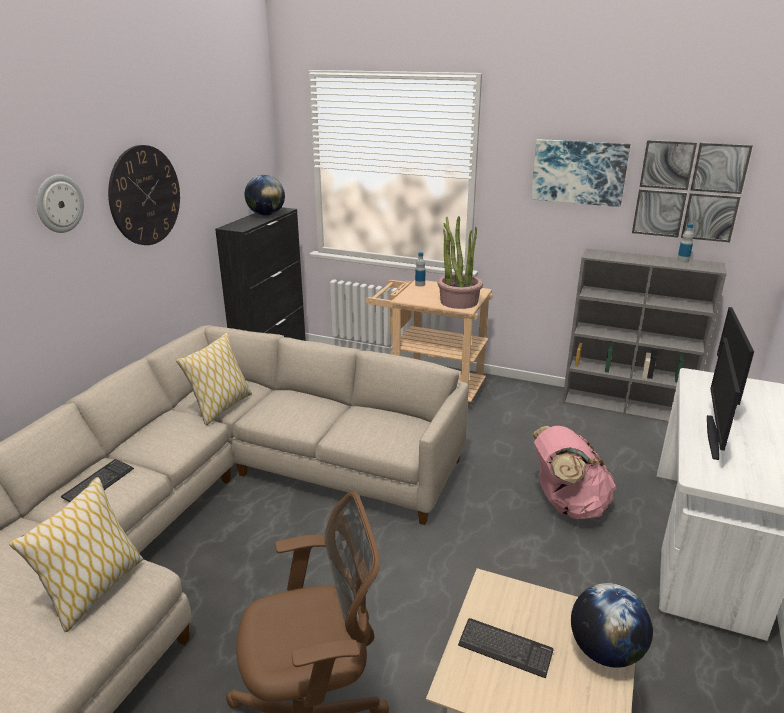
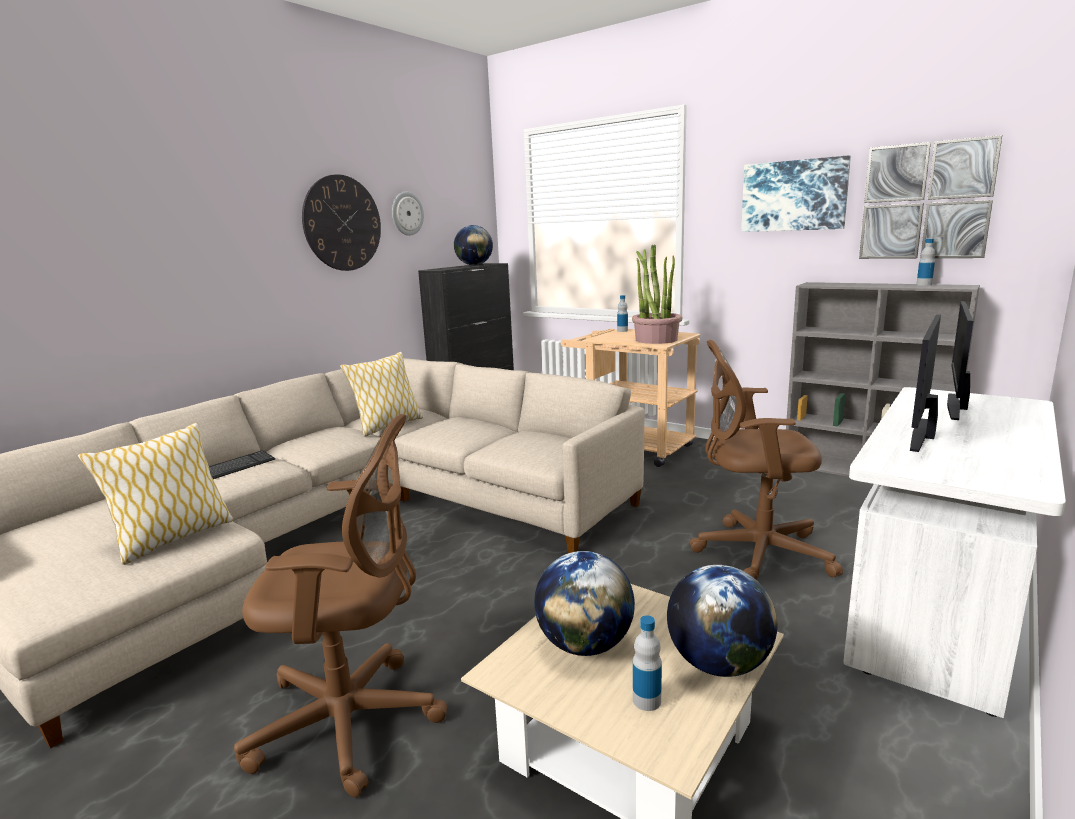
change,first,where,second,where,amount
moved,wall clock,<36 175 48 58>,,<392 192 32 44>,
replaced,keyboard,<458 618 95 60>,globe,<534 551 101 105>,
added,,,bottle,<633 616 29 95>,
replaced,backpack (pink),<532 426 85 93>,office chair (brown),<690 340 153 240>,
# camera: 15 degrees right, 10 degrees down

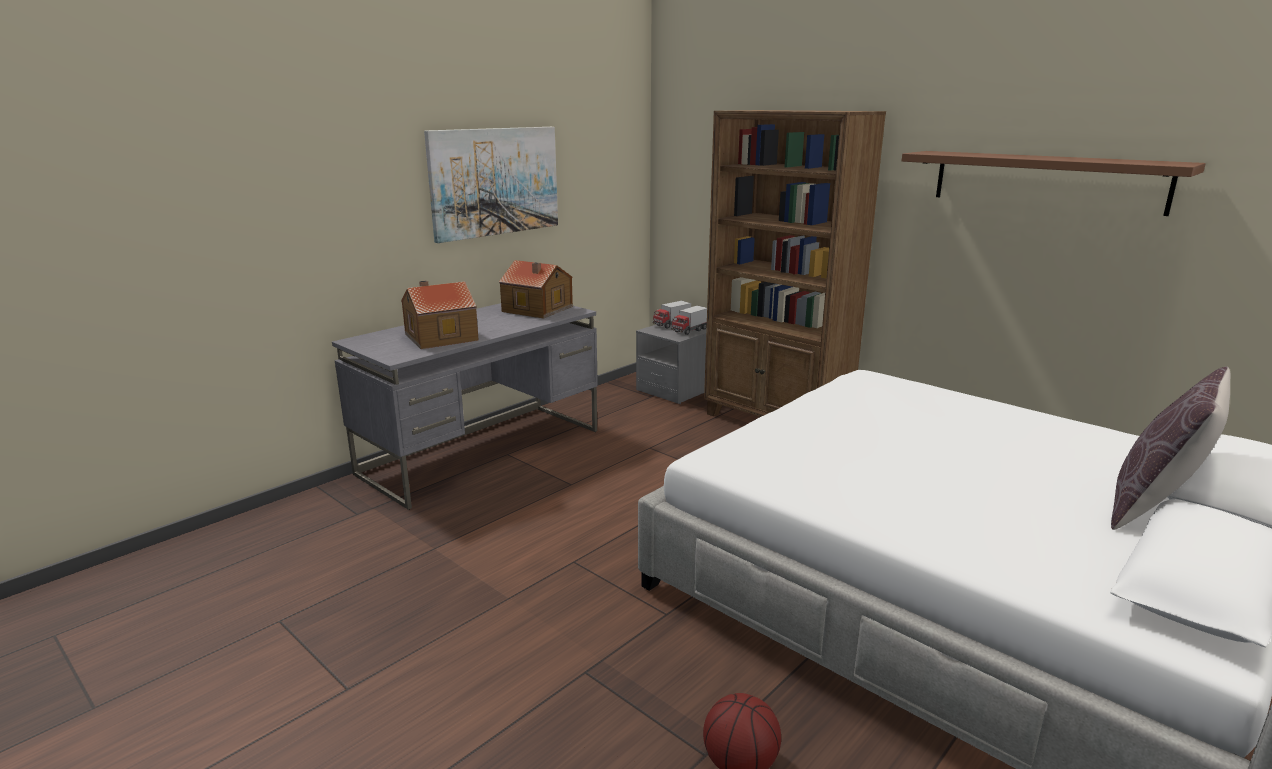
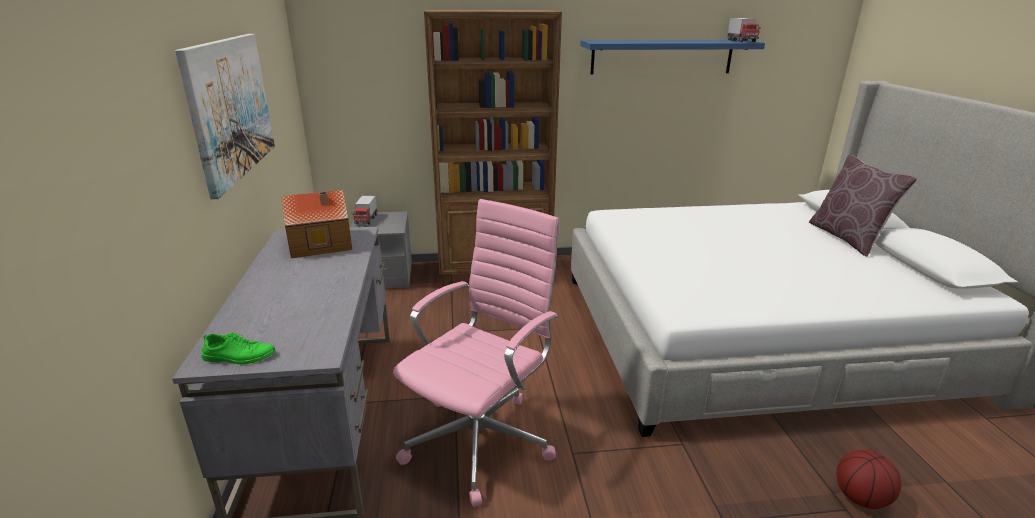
change,first,where,second,where,amount
added,,,shoe (green),<201 332 74 33>,
added,,,office chair (pink),<393 199 167 308>,
recoloured,shelf (brown),<902 151 304 65>,shelf (blue),<580 40 185 35>,
moved,toy truck,<671 306 36 29>,,<727 18 33 24>,
removed,toy house,<401 280 78 69>,,,
# camera: 50 degrees left, 5 degrees up

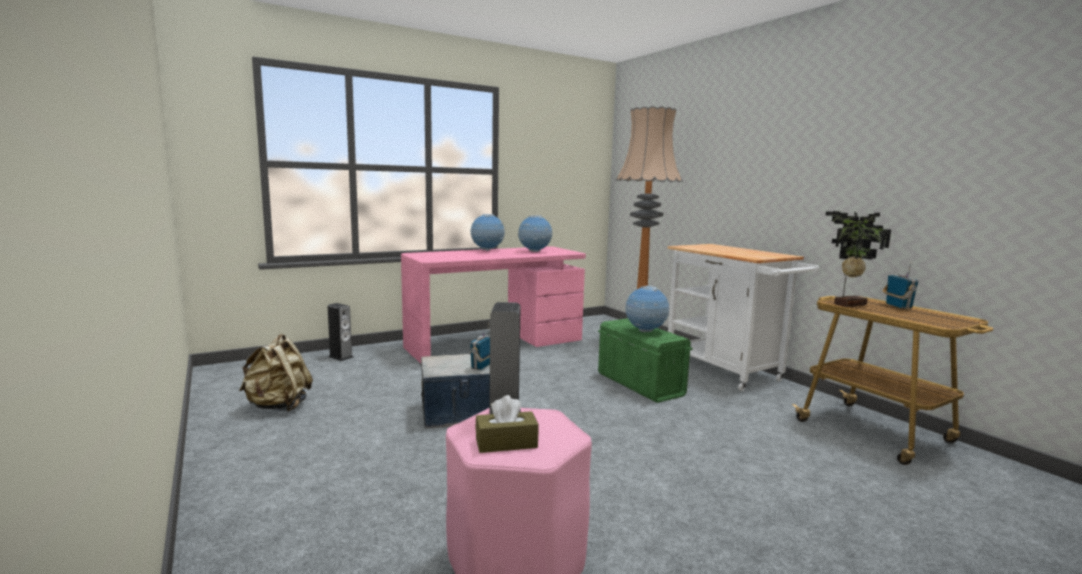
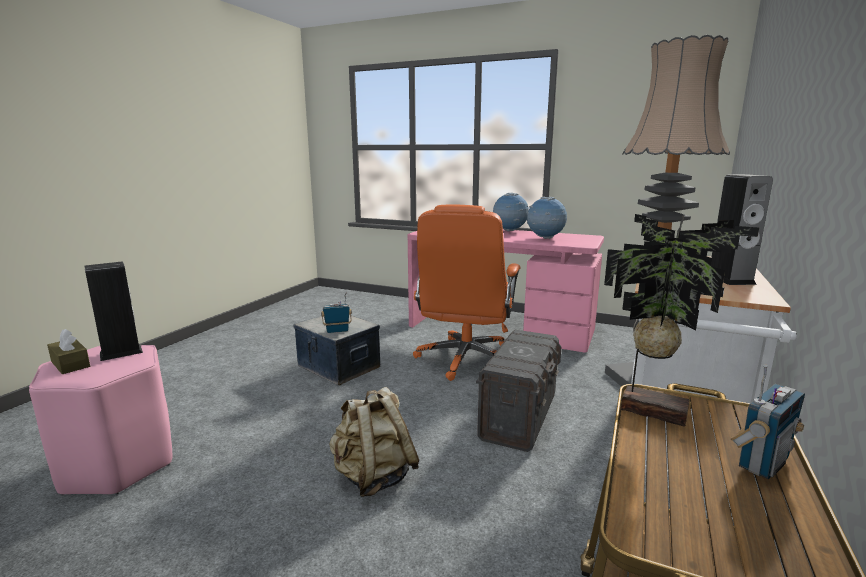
change,first,where,second,where,amount
moved,backpack (beige),<239 334 74 78>,,<329 387 90 110>,
added,,,office chair (orange),<413 205 107 176>,
recoloured,storage box (green),<598 318 95 85>,storage box (grey),<476 330 85 122>,
moved,speaker,<328 303 26 58>,,<711 174 62 111>,
removed,globe,<625 286 44 46>,,,
# camera: 55 degrees right, 5 degrees up

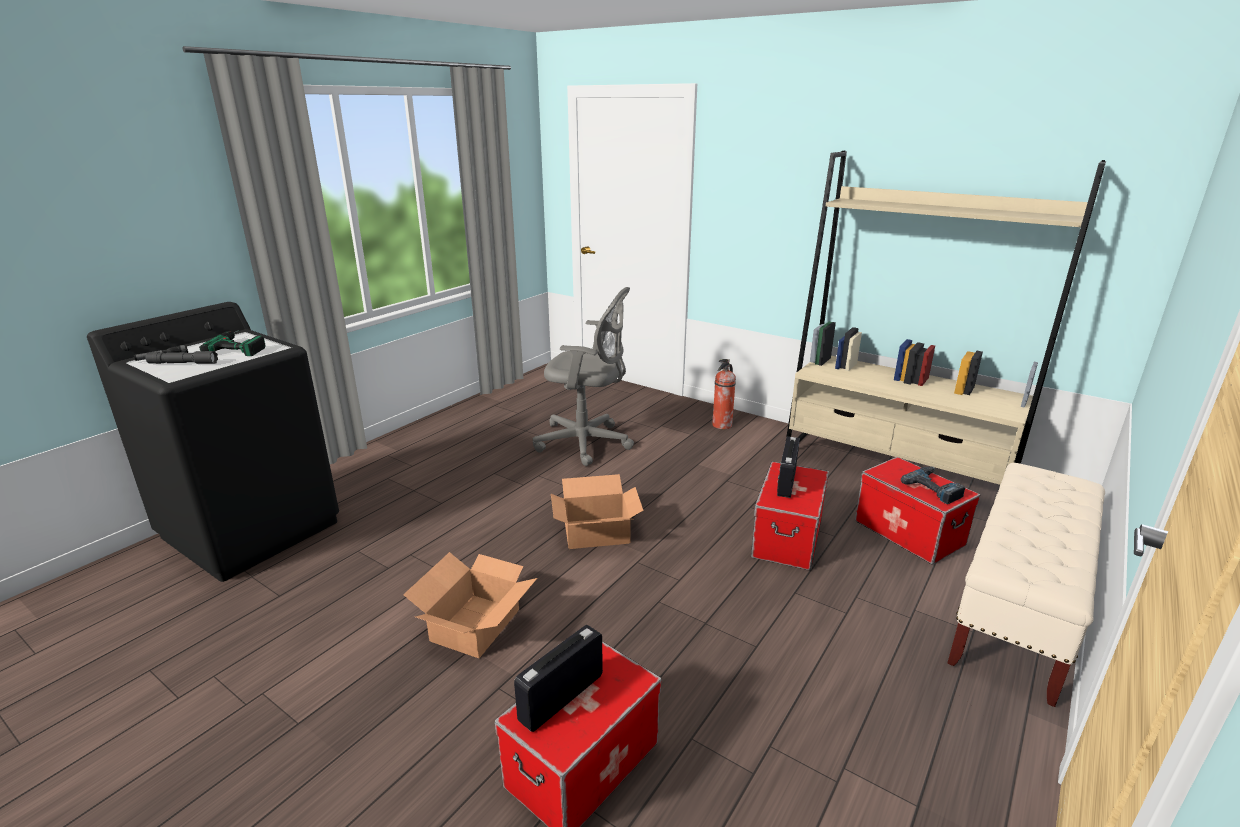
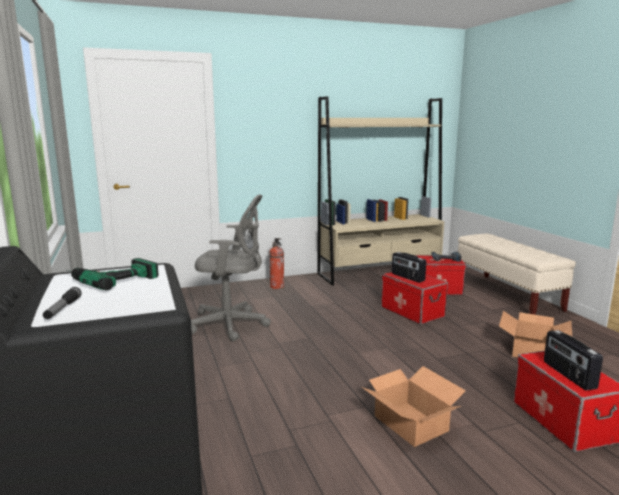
change,first,where,second,where,amount
turned,office chair (grey),<533 287 101 179>,,<191 194 80 148>,45 degrees clockwise
moved,cardboard box,<551 474 93 75>,,<499 311 73 46>,
removed,flashlight (grey),<145 351 73 13>,,,
# camera: 55 degrees left, 10 degrees down

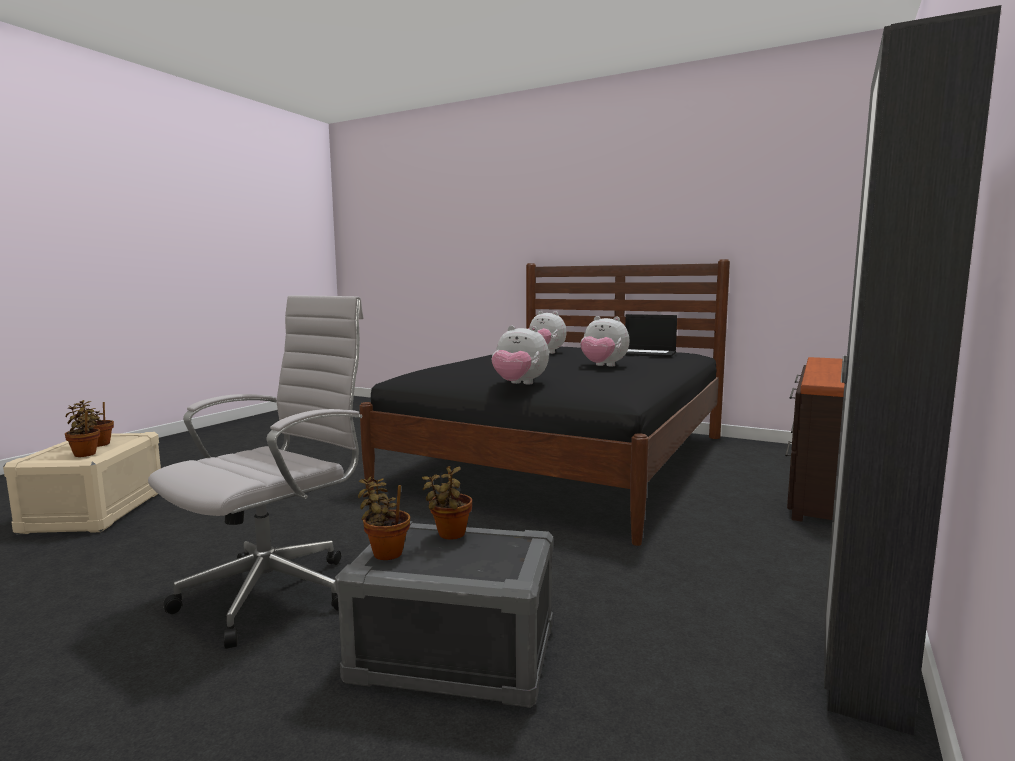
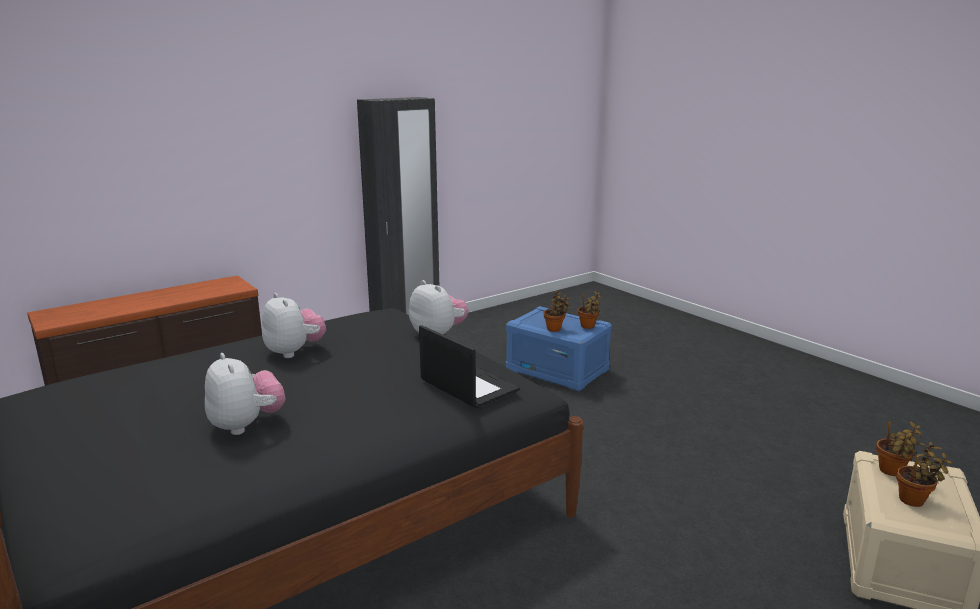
change,first,where,second,where,amount
moved,laptop,<625 314 52 43>,,<419 325 101 83>,
recoloured,storage box (grey),<335 521 218 187>,storage box (blue),<506 306 106 86>,
removed,office chair (white),<148 295 216 354>,,,
# camera: 155 degrees left, 10 degrees up

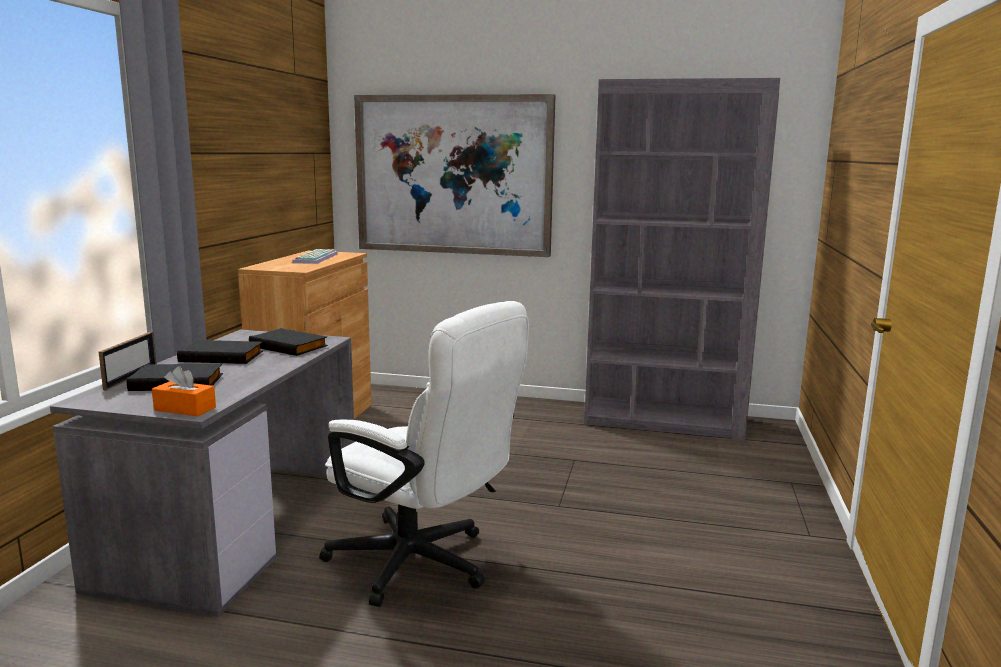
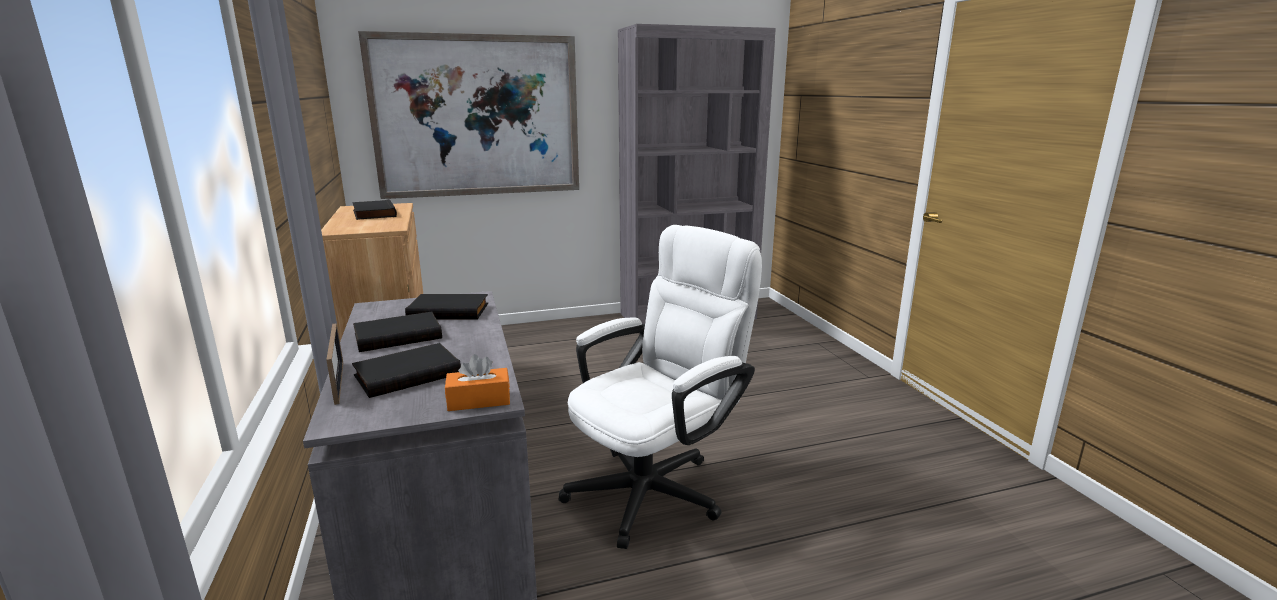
change,first,where,second,where,amount
replaced,keyboard,<292 249 46 15>,book (black),<352 199 45 21>,
turned,office chair (white),<319 301 210 306>,,<559 225 203 324>,45 degrees counterclockwise
# camera: 30 degrees left, 5 degrees up

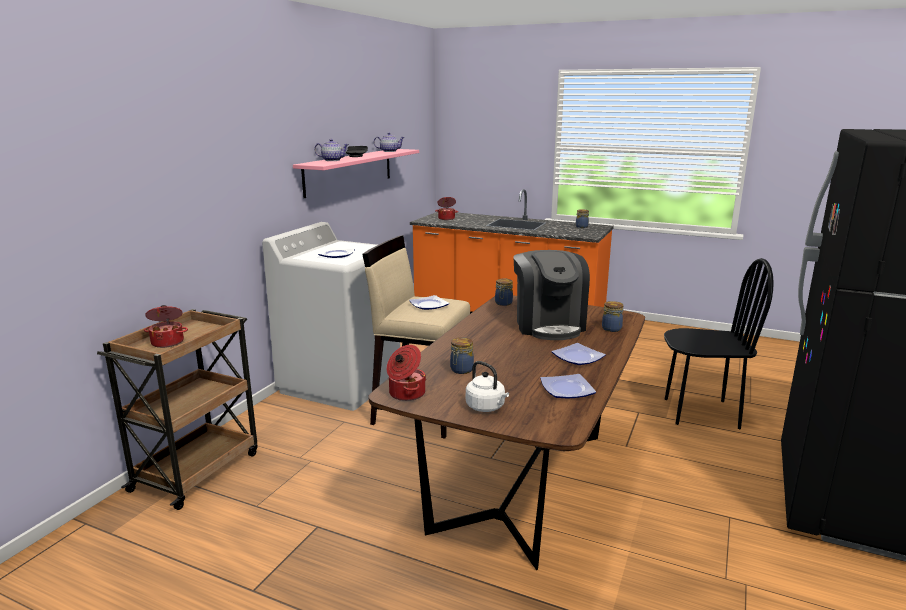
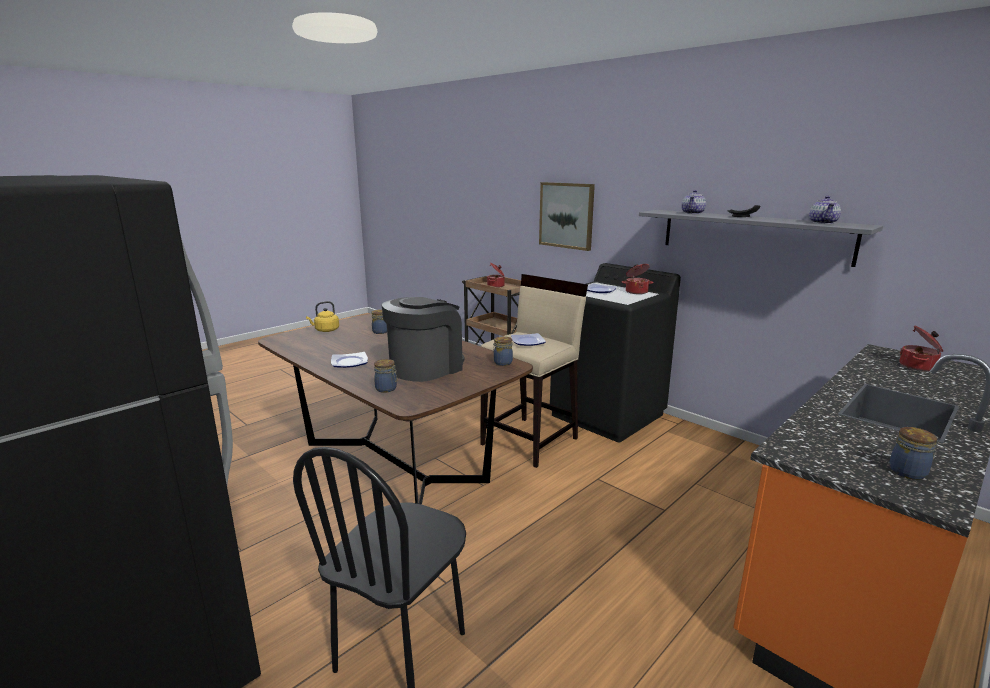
change,first,where,second,where,amount
recoloured,kettle (white),<466 361 43 51>,kettle (yellow),<306 301 33 31>,
turned,coffee machine,<513 250 77 90>,,<381 297 83 85>,120 degrees clockwise
added,,,picture,<539 182 56 69>,
recoloured,washing machine (white),<262 222 138 189>,washing machine (black),<550 263 131 179>,
moved,cooking pot,<387 345 39 56>,,<622 264 31 30>,
recoloured,shelf (pink),<293 149 126 49>,shelf (grey),<639 210 244 57>,
removed,plate,<540 374 56 25>,,,
# camera: 110 degrees right, 0 degrees up

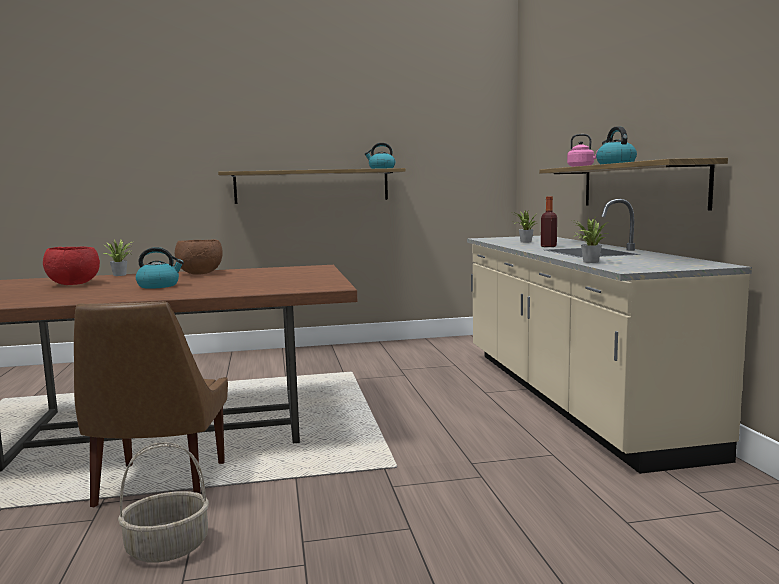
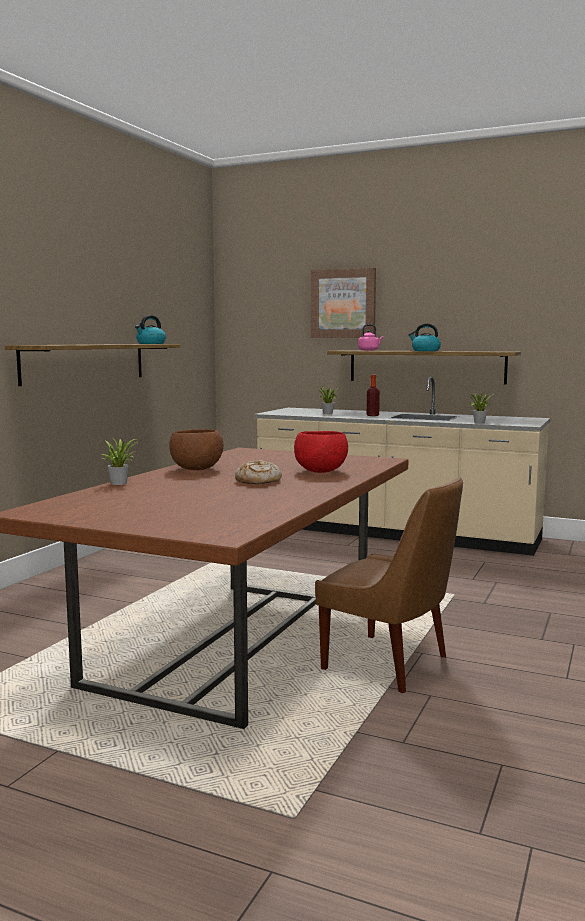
change,first,where,second,where,amount
replaced,kettle,<136 247 48 42>,bread,<235 460 47 24>,
moved,bowl (red),<43 247 57 38>,,<294 431 54 42>,
added,,,picture,<311 268 65 70>,
removed,basket,<118 442 91 121>,,,
# camera: 55 degrees left, 0 degrees up

